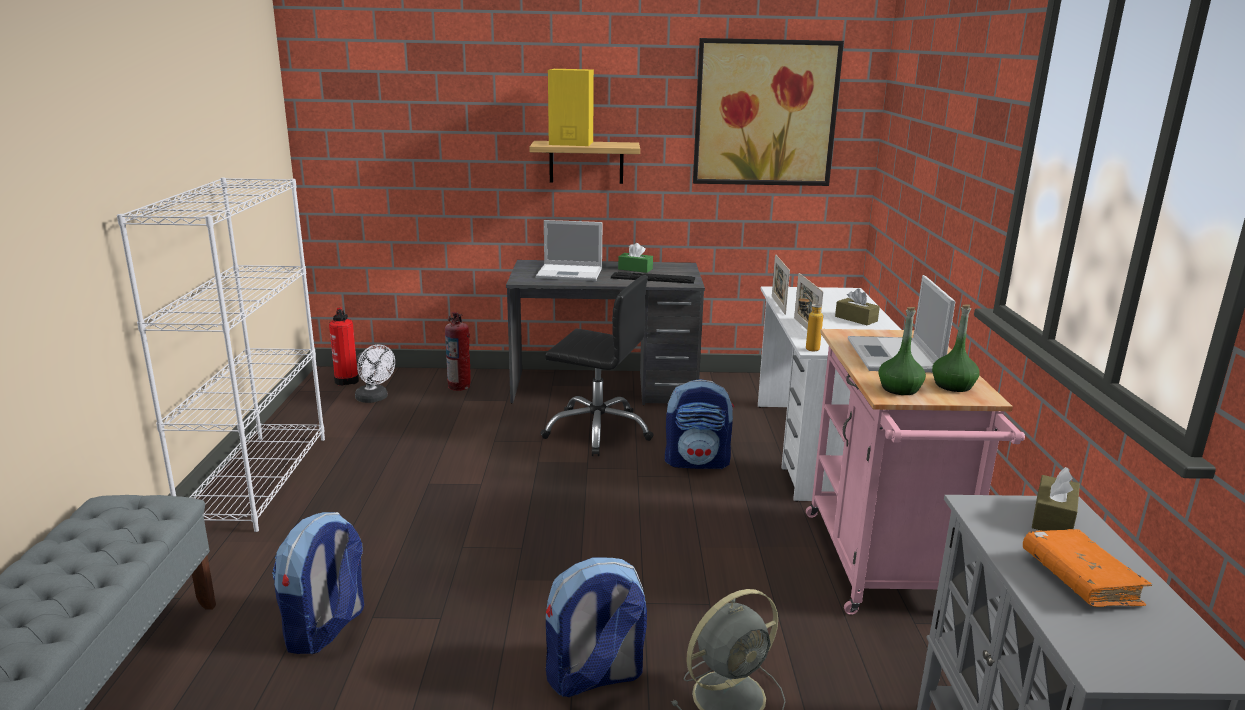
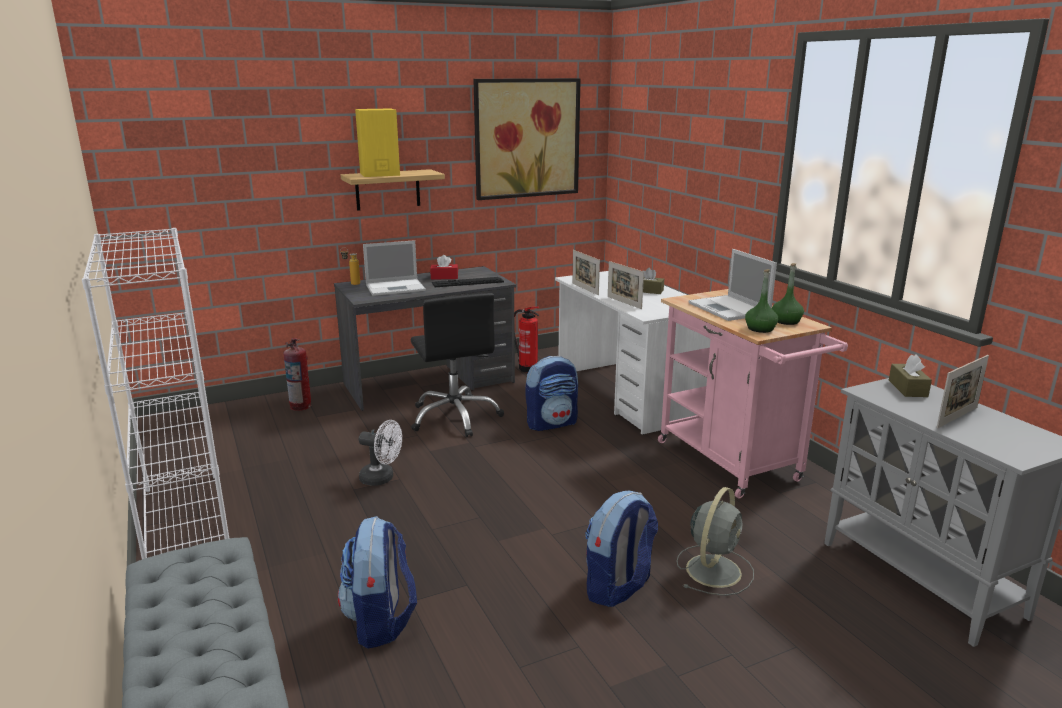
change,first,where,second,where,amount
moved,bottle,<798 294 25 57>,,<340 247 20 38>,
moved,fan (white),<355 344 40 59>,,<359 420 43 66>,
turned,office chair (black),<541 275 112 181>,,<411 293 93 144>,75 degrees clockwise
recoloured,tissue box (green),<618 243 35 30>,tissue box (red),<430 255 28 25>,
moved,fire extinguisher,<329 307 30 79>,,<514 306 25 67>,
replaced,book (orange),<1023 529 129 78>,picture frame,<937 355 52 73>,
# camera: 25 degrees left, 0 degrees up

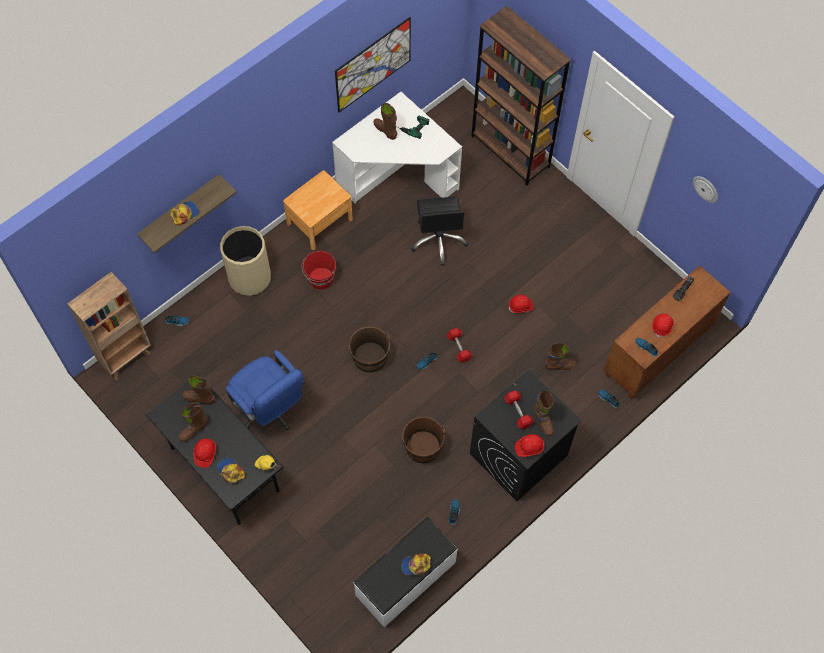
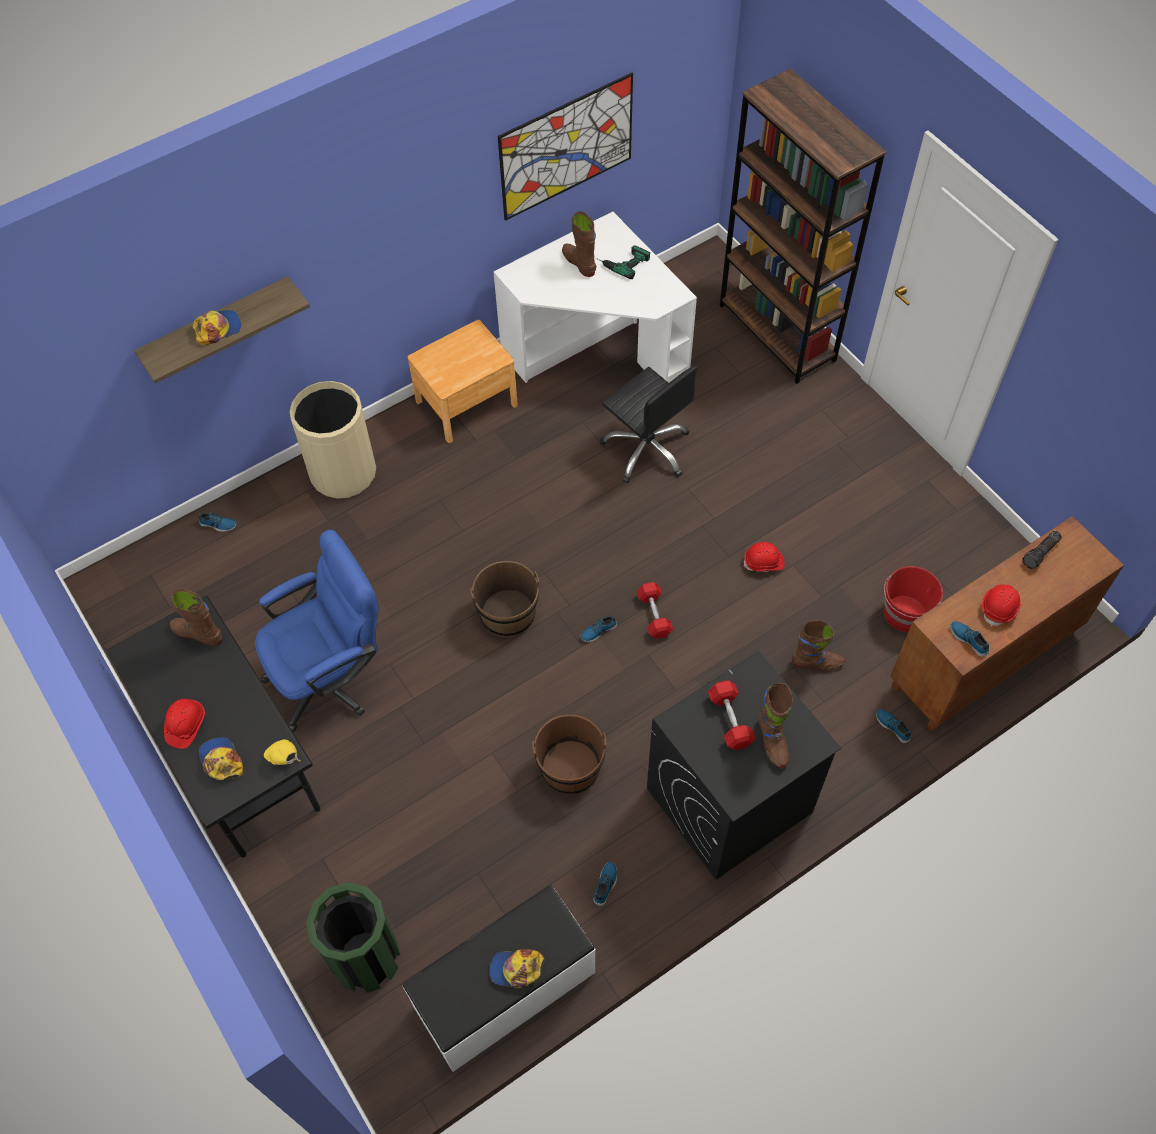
change,first,where,second,where,amount
turned,office chair (blue),<226 350 79 80>,,<255 530 124 203>,90 degrees counterclockwise
added,,,trash can (green),<306 882 94 111>,
turned,office chair (black),<411 196 57 69>,,<600 365 98 118>,45 degrees counterclockwise
moved,bucket (red),<302 251 34 39>,,<884 566 59 66>,
removed,bookcase (brown),<68 272 83 108>,,,
removed,boot (brown),<178 403 30 39>,,,
removed,hard hat (red),<515 434 29 23>,,,
removed,wall clock,<693 176 25 27>,,,
# camera: 10 degrees right, 5 degrees down

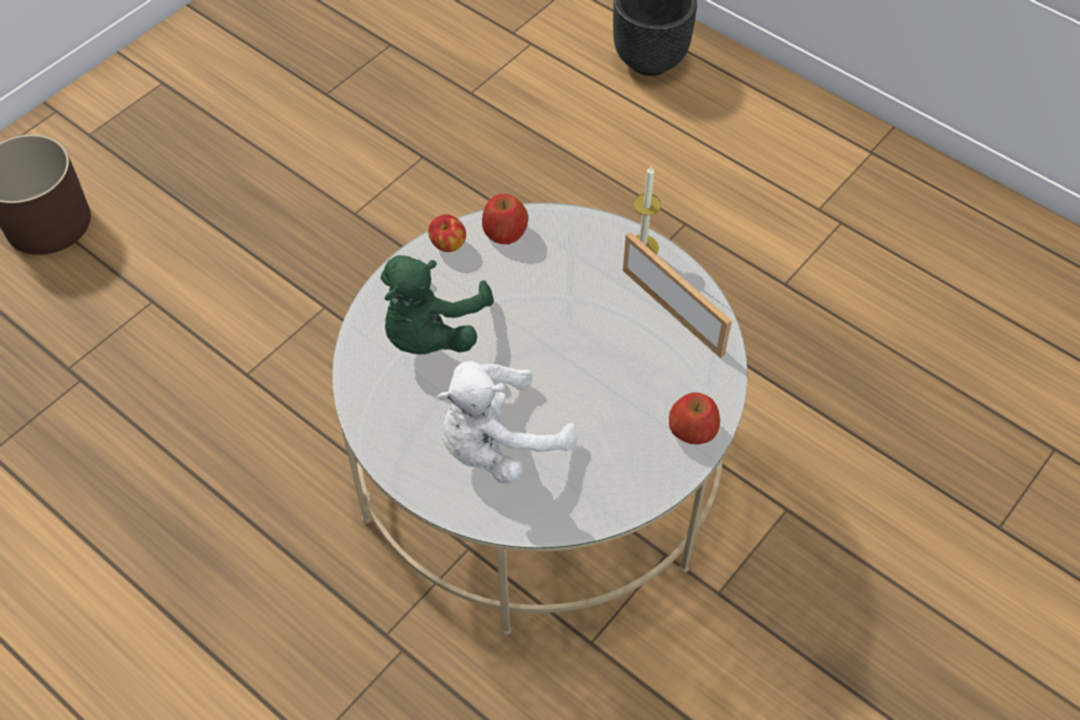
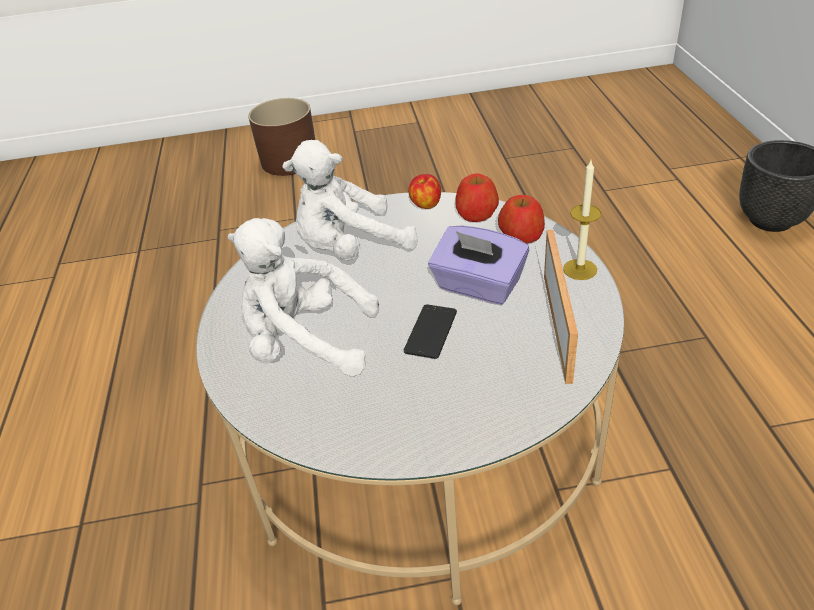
change,first,where,second,where,amount
recoloured,plush toy (green),<381 255 113 99>,plush toy (white),<283 140 135 121>,
added,,,phone,<404 304 53 55>,
added,,,tissue box (purple),<428 226 101 79>,
moved,apple,<669 392 51 52>,,<498 195 47 48>,
# camera: 45 degrees right, 15 degrees down

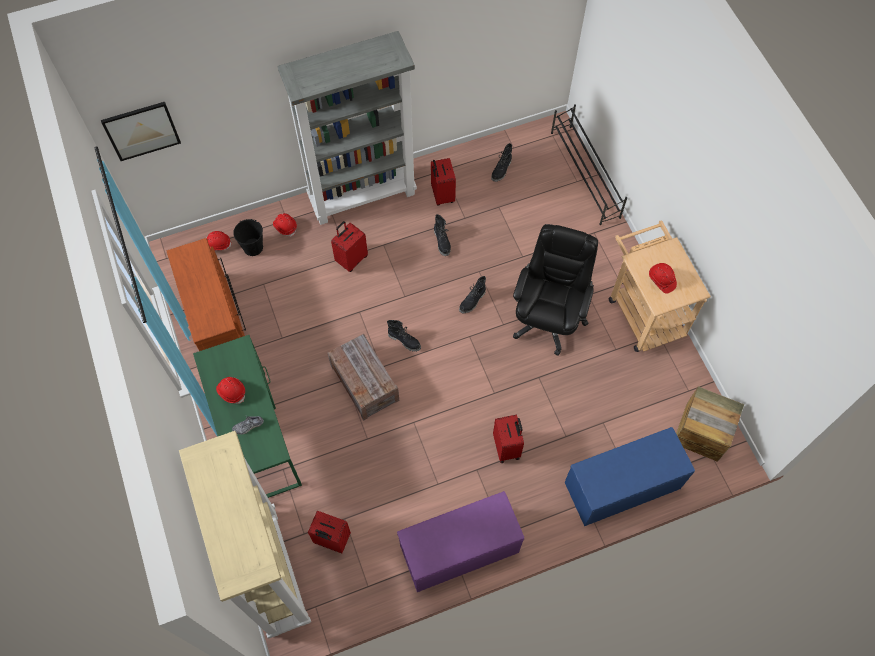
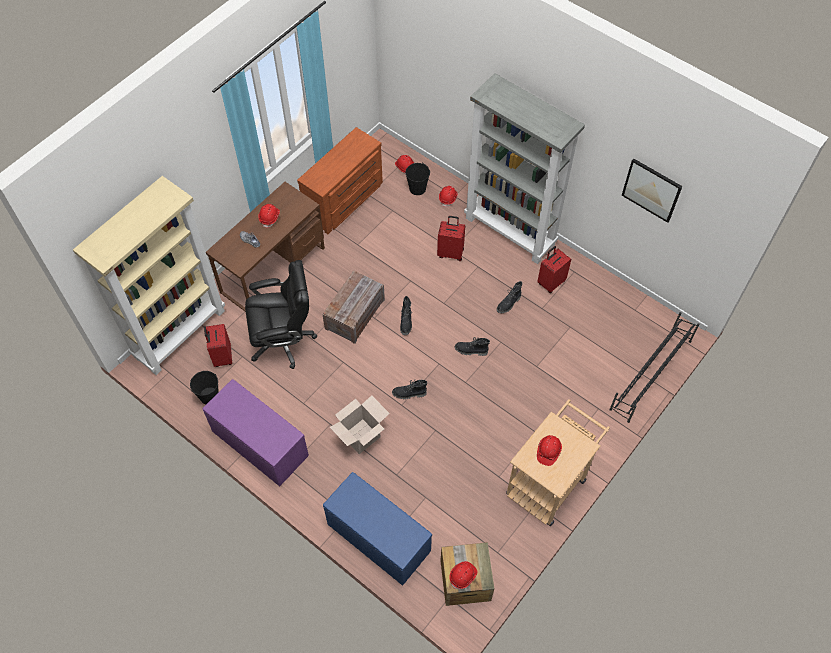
change,first,where,second,where,amount
added,,,bucket (black),<190 371 29 33>,
recoloured,desk (green),<193 335 109 163>,desk (brown),<206 182 119 130>,
moved,office chair (black),<513 224 85 132>,,<245 260 72 109>,
replaced,suitcase (red),<493 415 31 48>,cardboard box,<330 395 60 59>,
moved,boot (black),<491 143 21 39>,,<392 379 35 20>,
added,,,hard hat (red),<449 561 28 28>,
moved,picture,<101 102 80 59>,,<621 158 62 65>,
# camera: 60 degrees right, 5 degrees down

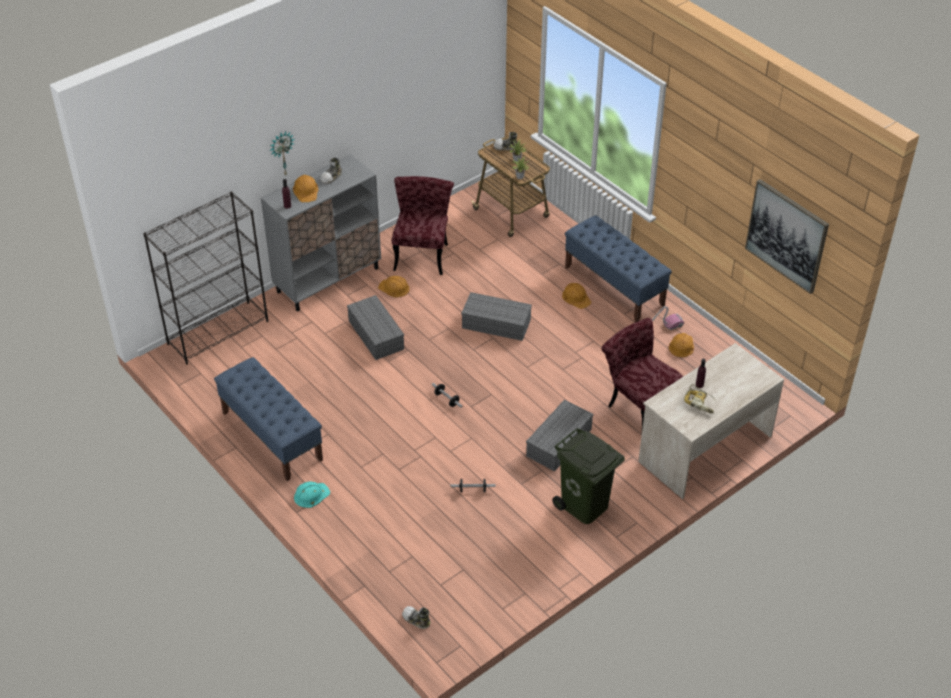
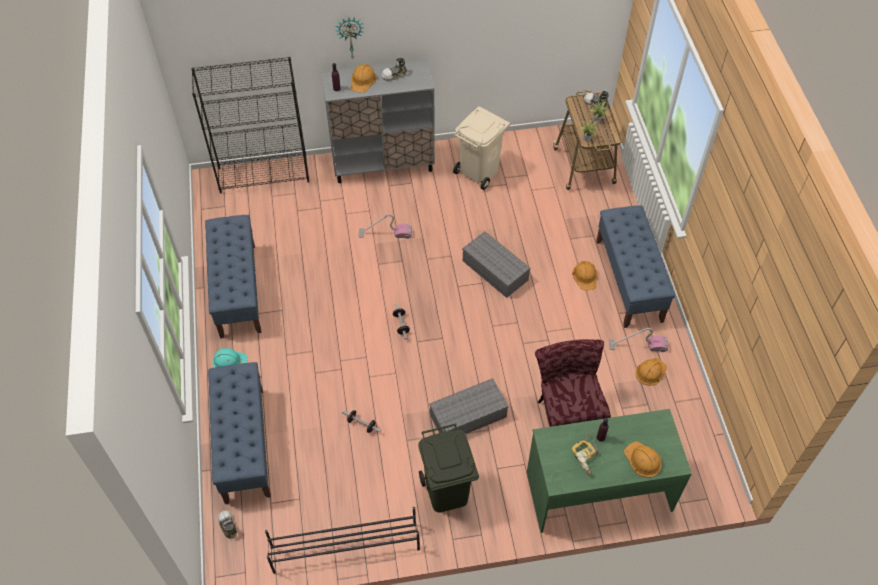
change,first,where,second,where,amount
added,,,bench (blue),<208 362 63 142>,
added,,,shoe rack (black),<265 507 155 67>,
replaced,storage box (grey),<347 295 57 65>,vacuum cleaner,<358 214 54 25>,
replaced,chair (red),<392 176 62 99>,trash can (beige),<453 106 57 84>,
recoloured,desk (beige),<638 343 146 156>,desk (green),<527 409 165 124>,
moved,hard hat (orange),<378 276 31 21>,,<624 441 38 37>,
removed,picture,<745 179 84 115>,,,
# camera: 30 degrees right, 10 degrees up

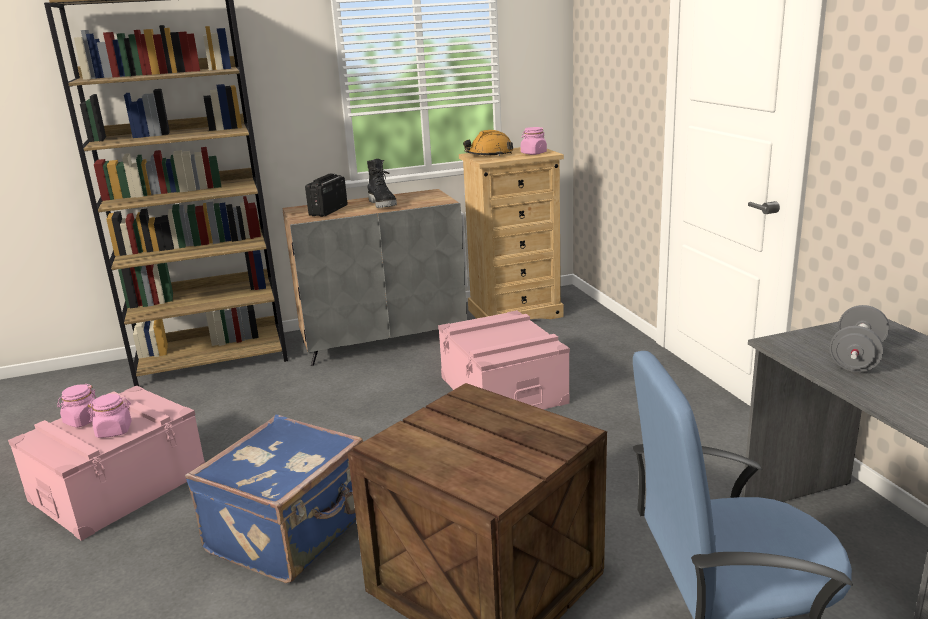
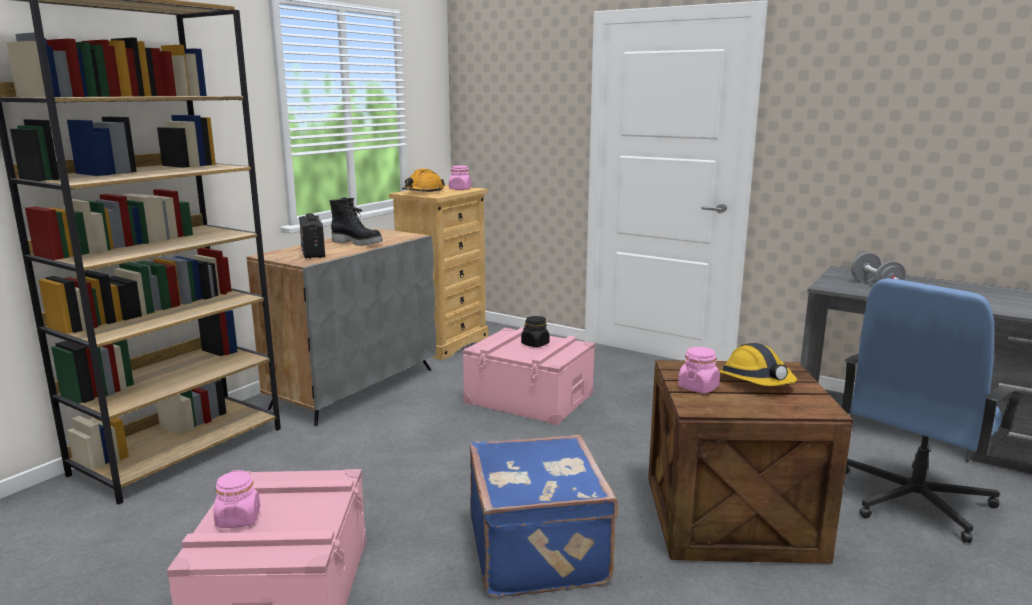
change,first,where,second,where,amount
added,,,jar (black),<521 316 28 31>,
moved,jar (pink),<88 394 44 44>,,<678 347 42 46>,
added,,,hard hat,<720 343 77 43>,
# camera: 40 degrees left, 5 degrees down

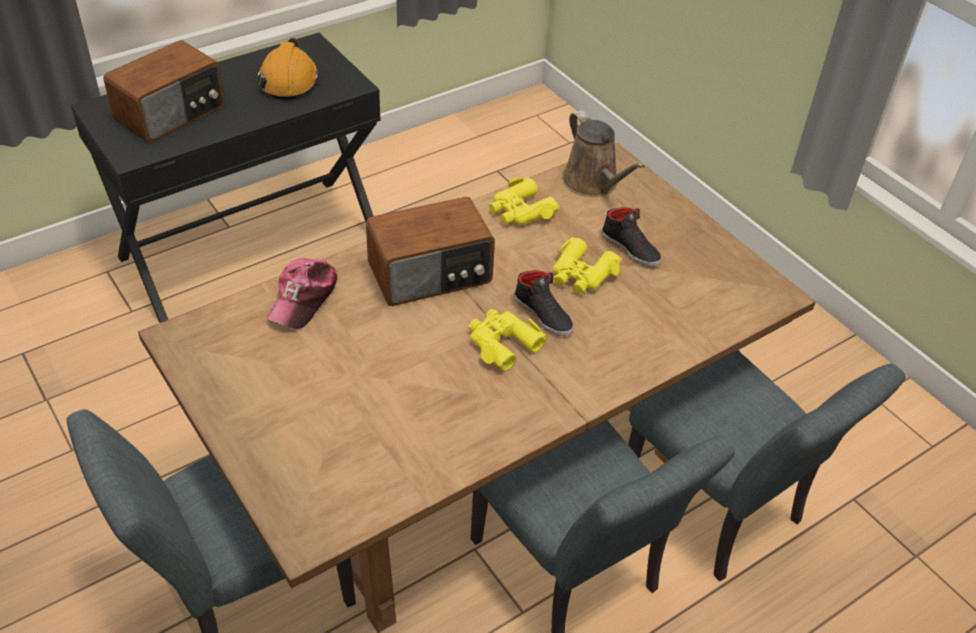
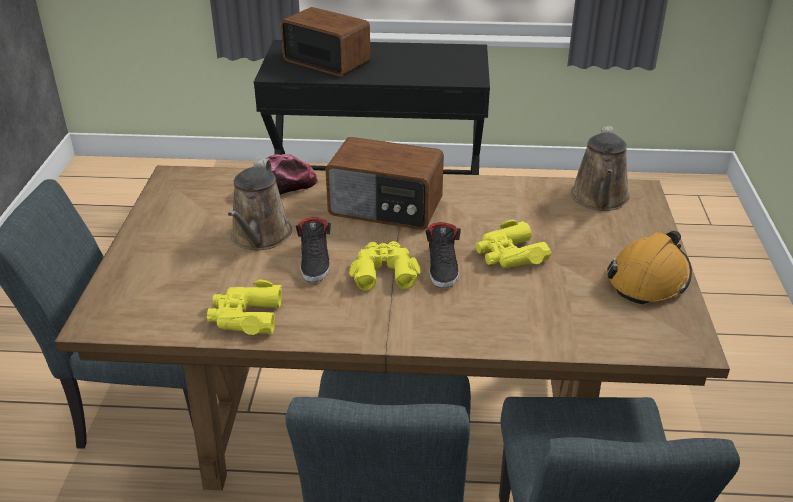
change,first,where,second,where,amount
moved,binoculars (yellow),<489 177 70 48>,,<207 280 75 55>,
added,,,watering can (brown),<228 159 64 91>,
turned,radio,<103 41 122 102>,,<281 7 89 70>,135 degrees counterclockwise
moved,shoe (black),<602 207 60 60>,,<296 217 35 65>,
moved,hard hat (orange),<257 38 62 62>,,<607 231 85 73>,
# camera: 40 degrees right, 10 degrees down

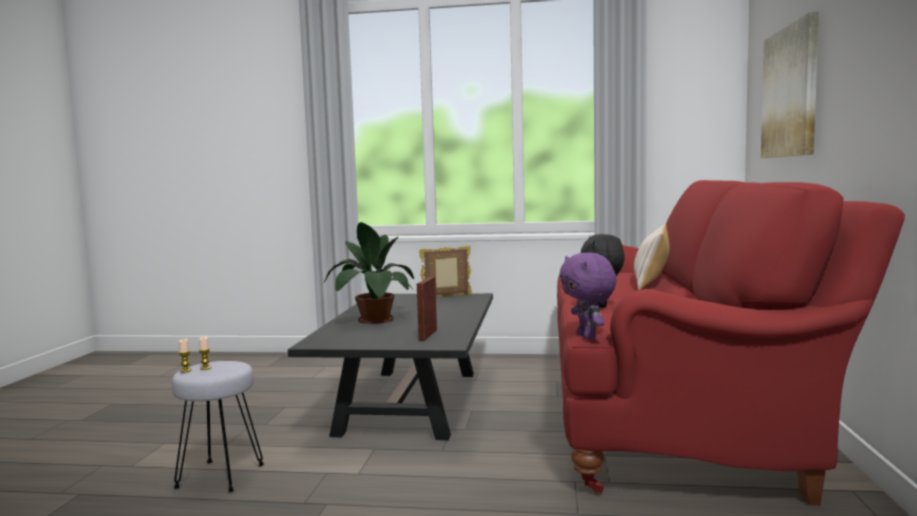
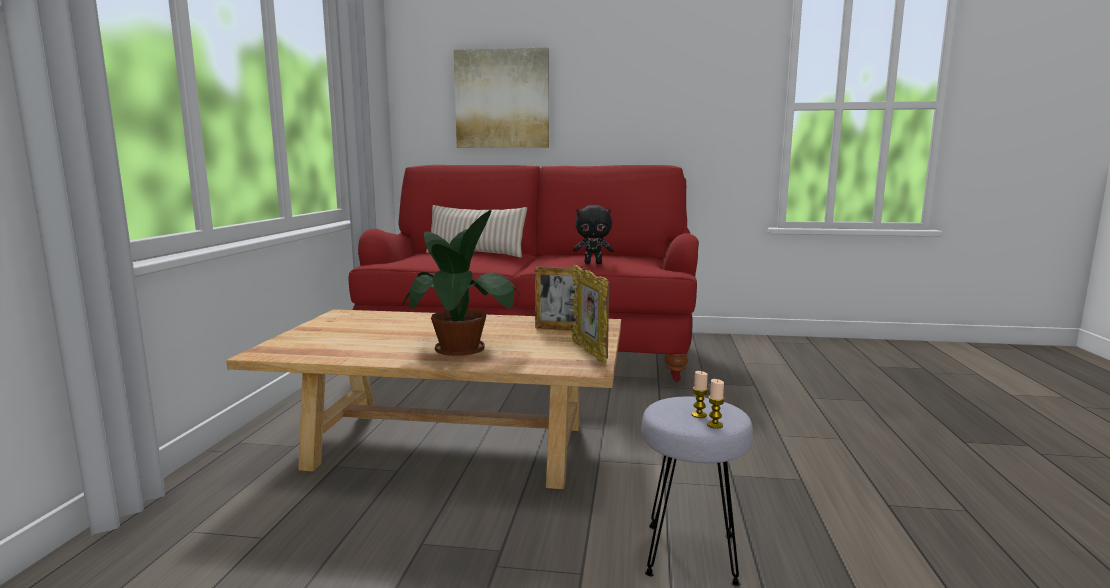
change,first,where,second,where,amount
recoloured,coffee table (black),<288 293 205 147>,coffee table (beige),<226 309 395 180>,
moved,picture frame,<419 246 53 51>,,<572 265 37 100>,
removed,plush toy (purple),<559 253 58 87>,,,
# camera: 90 degrees left, 5 degrees up

